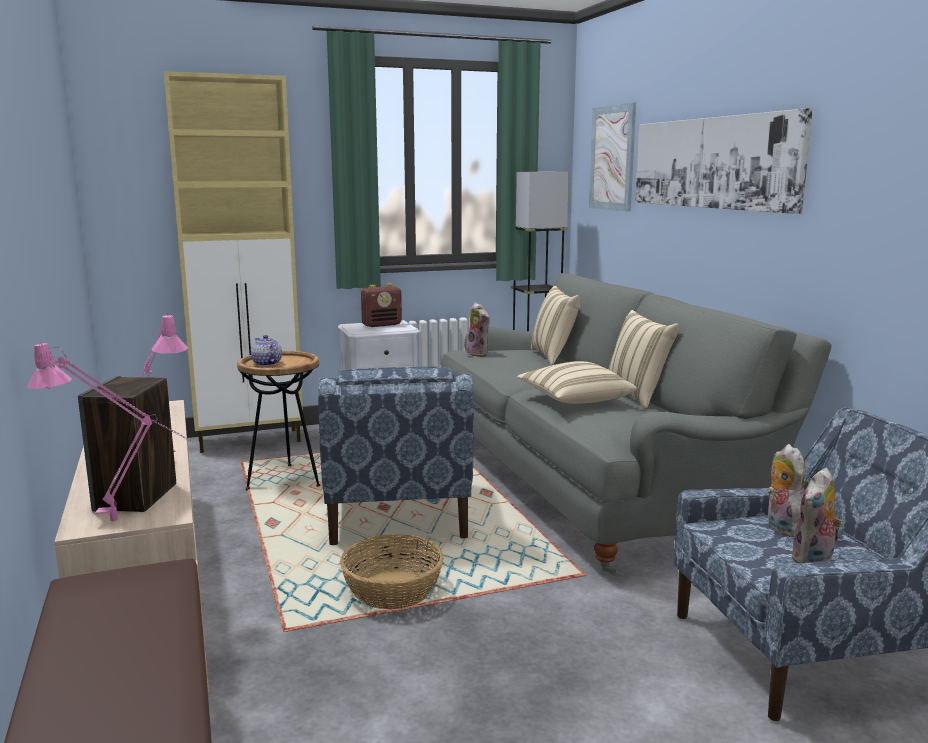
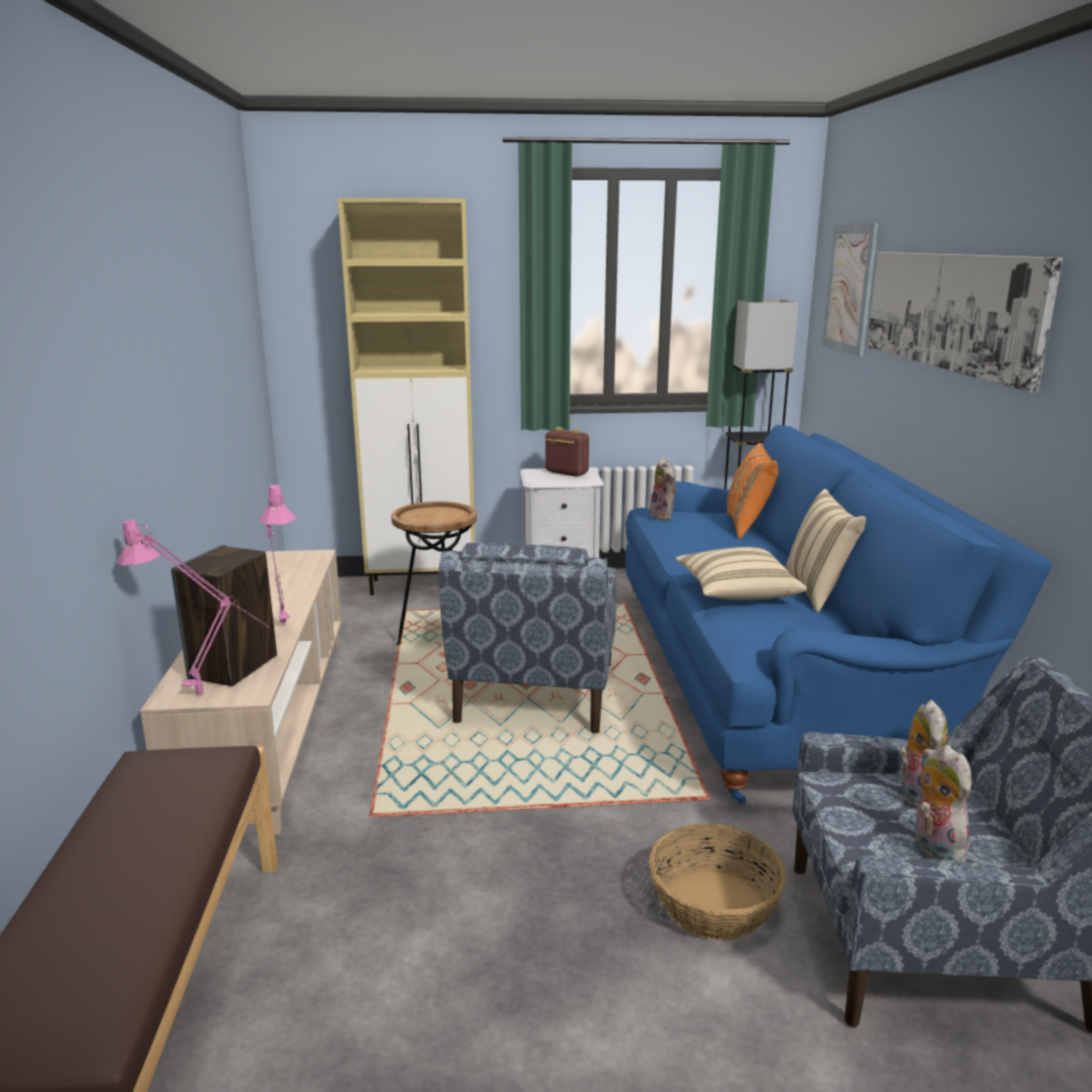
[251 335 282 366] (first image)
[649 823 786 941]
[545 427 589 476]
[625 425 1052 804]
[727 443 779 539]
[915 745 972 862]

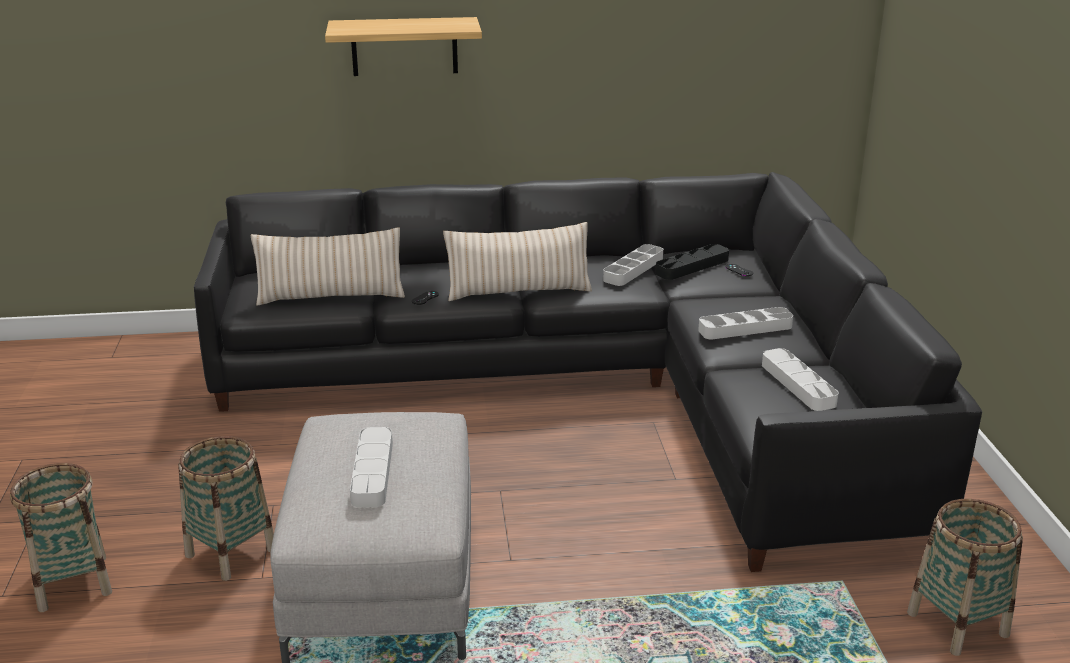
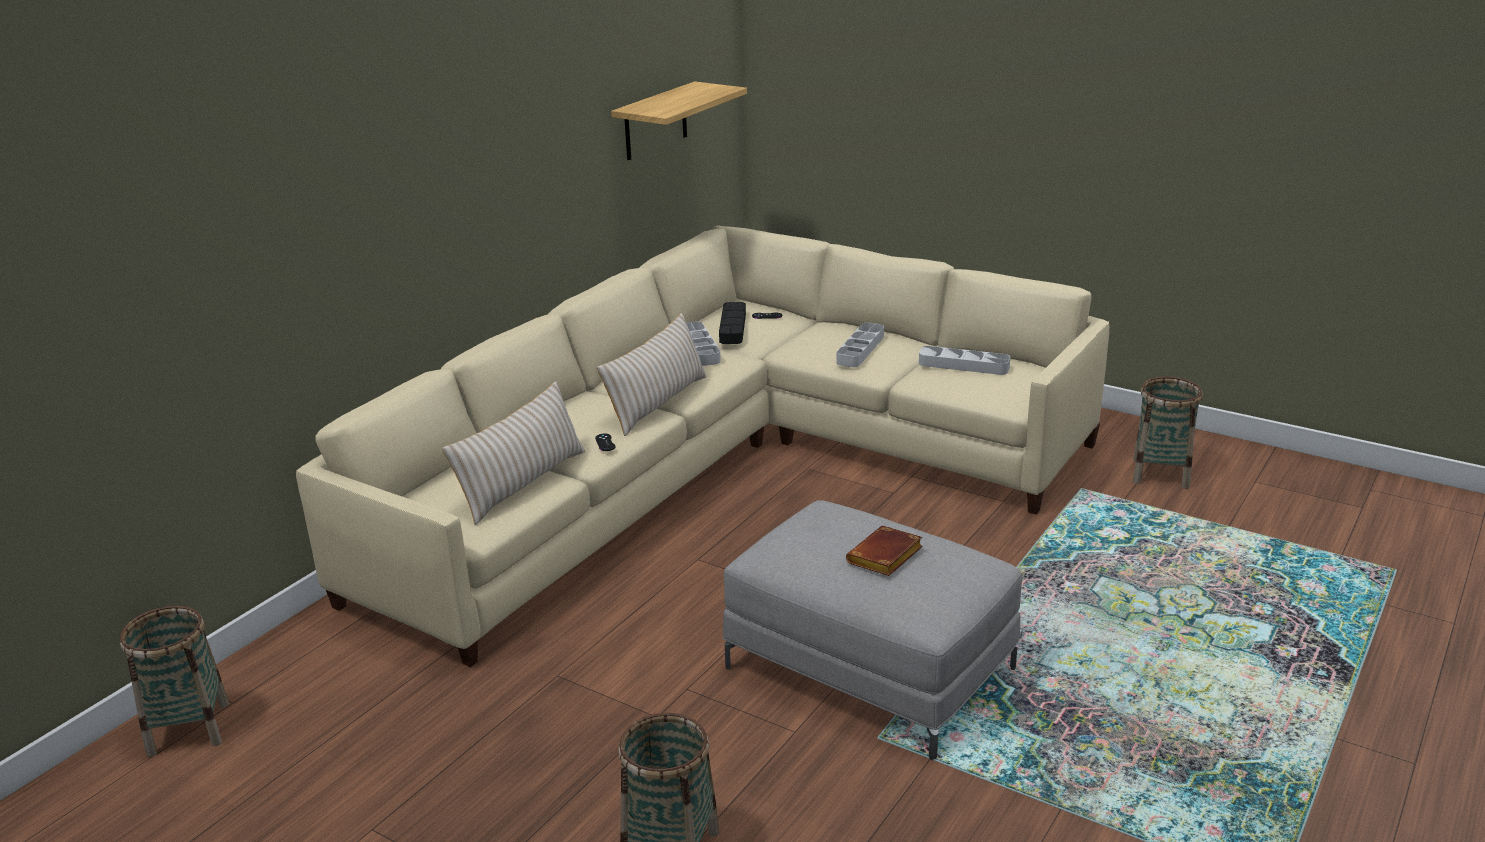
[120 606 229 757]
[296 226 1109 667]
[611 81 747 160]
[846 526 923 576]

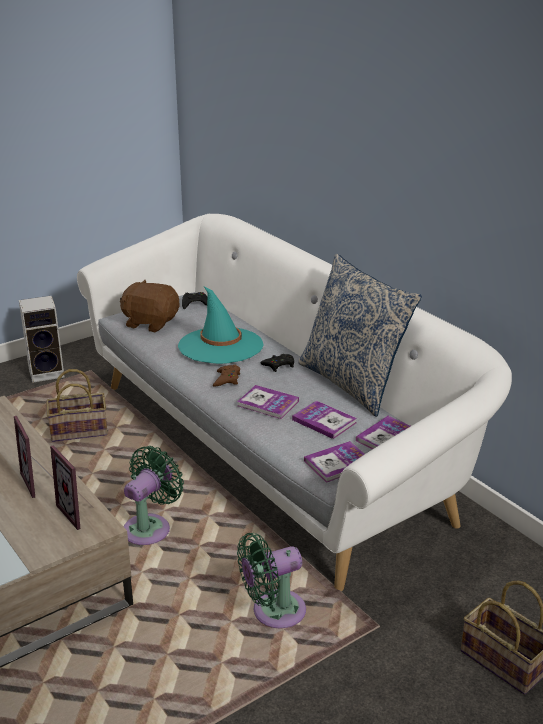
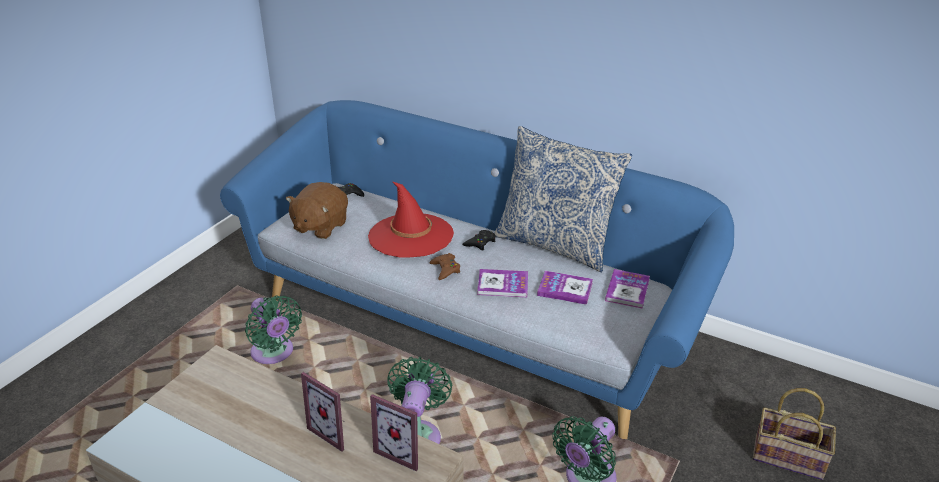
[19 296 64 383] (first image)
[245 295 302 364]
[220 100 734 439]
[286 182 348 239]
[368 181 454 258]
[304 441 365 483] (first image)

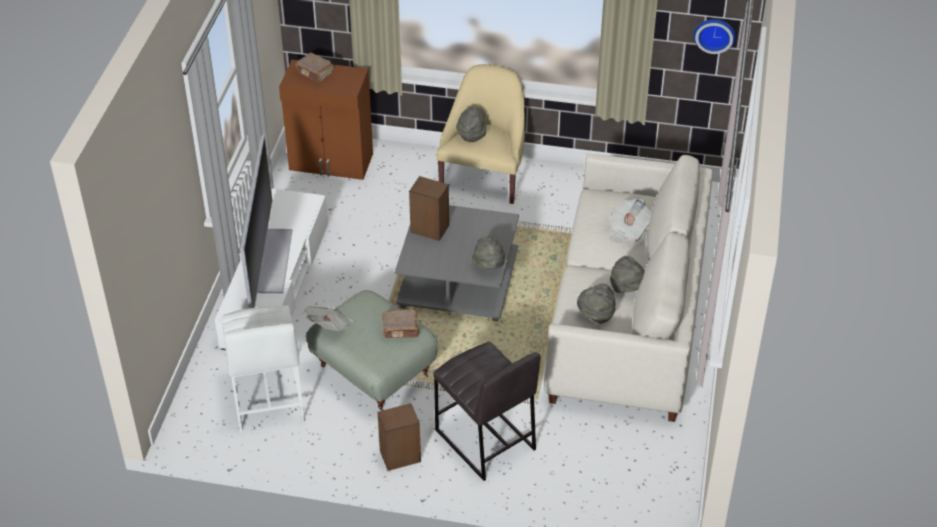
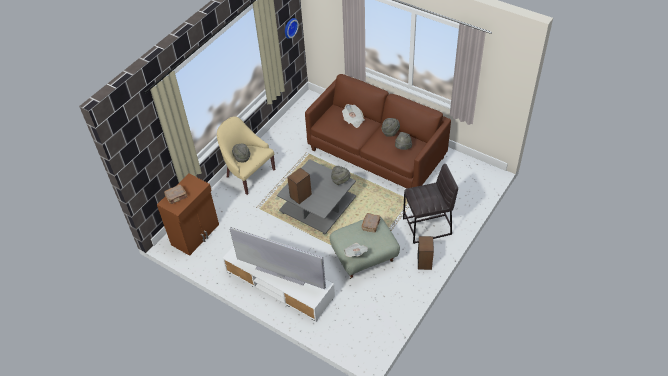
[222 305 305 433] (first image)
[305 74 451 188]

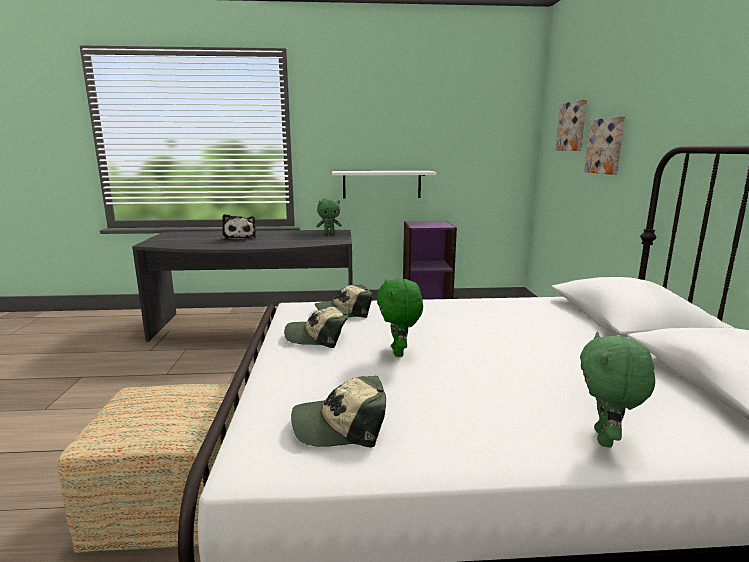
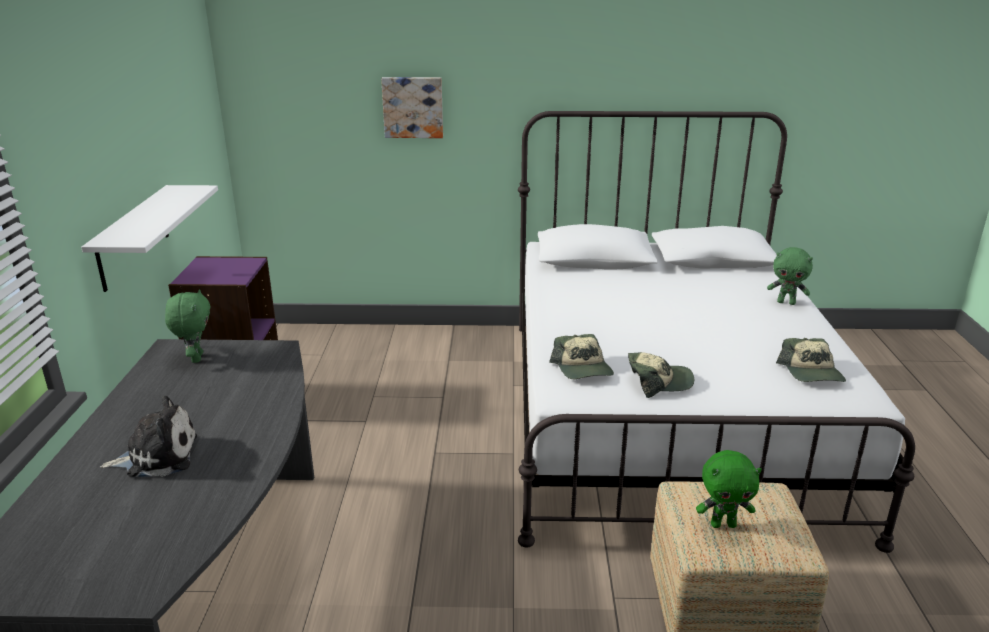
[628 352 694 398]
[696 450 762 528]
[556 99 587 151] (first image)

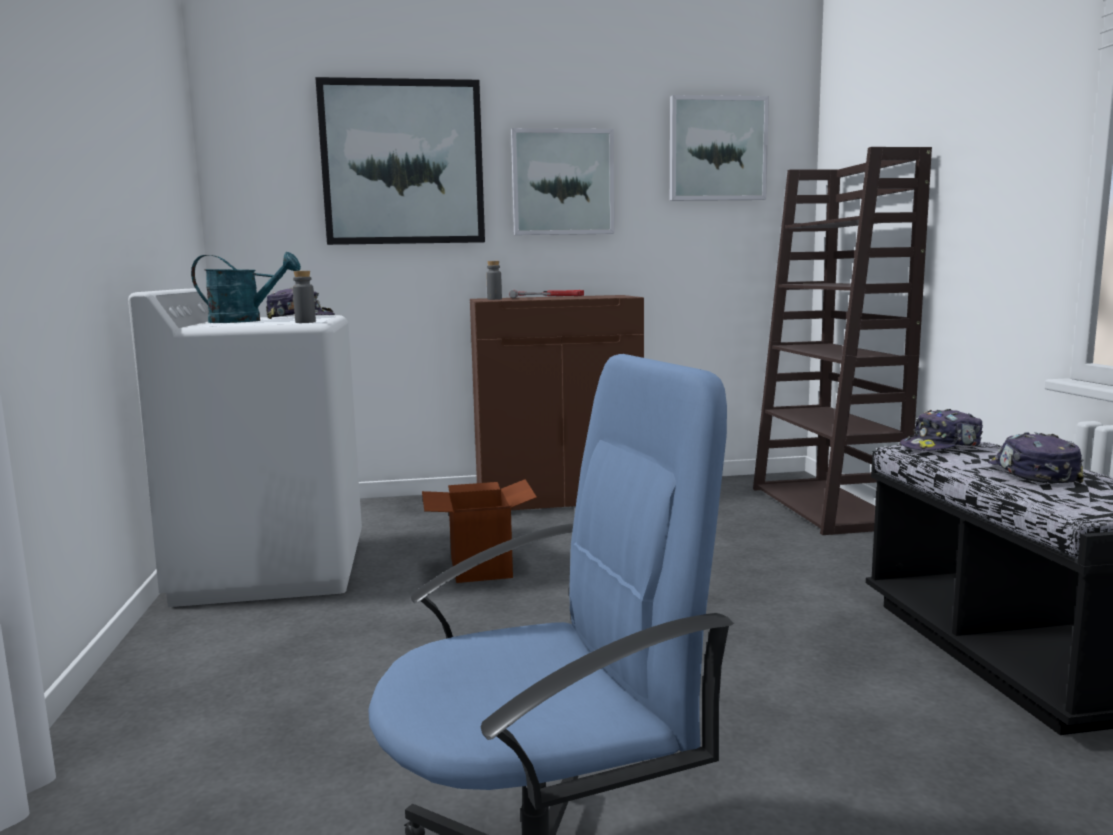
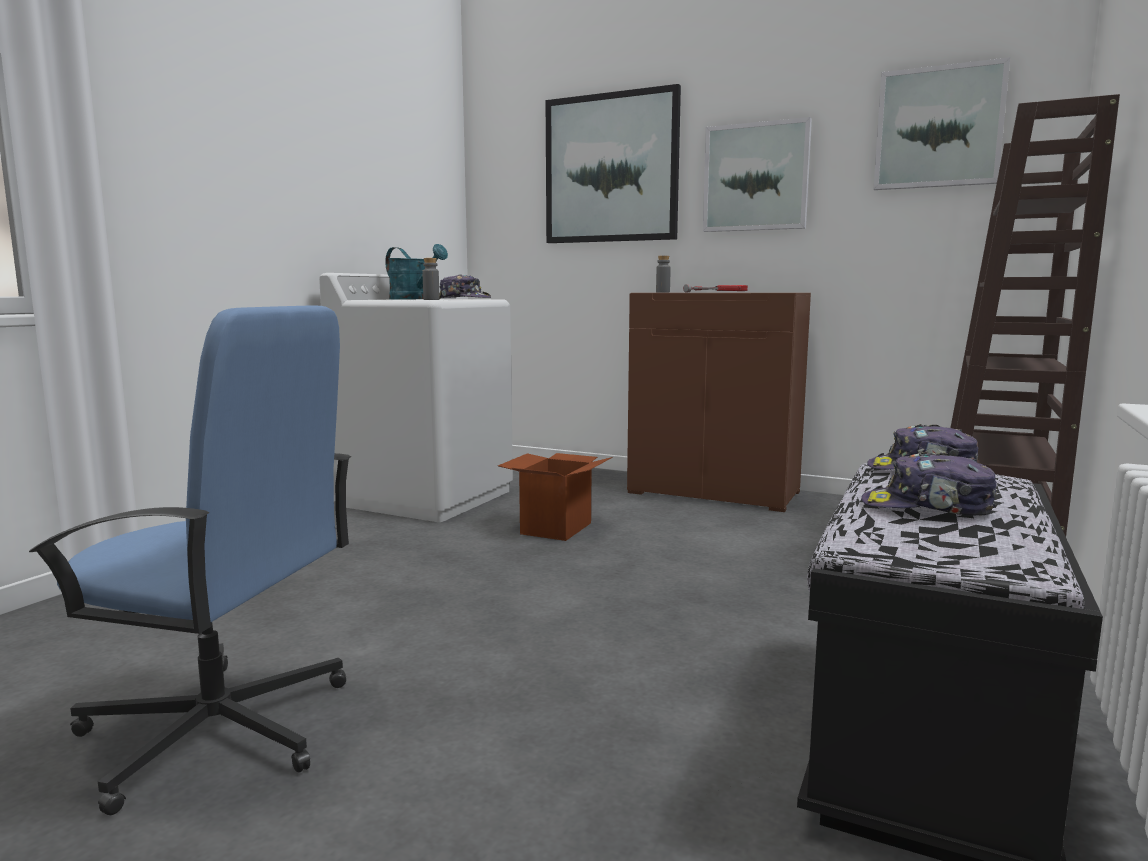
[861 451 997 516]

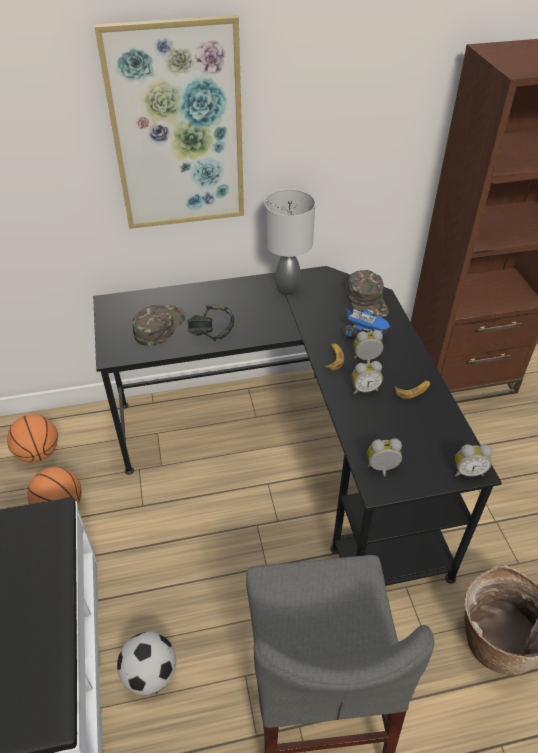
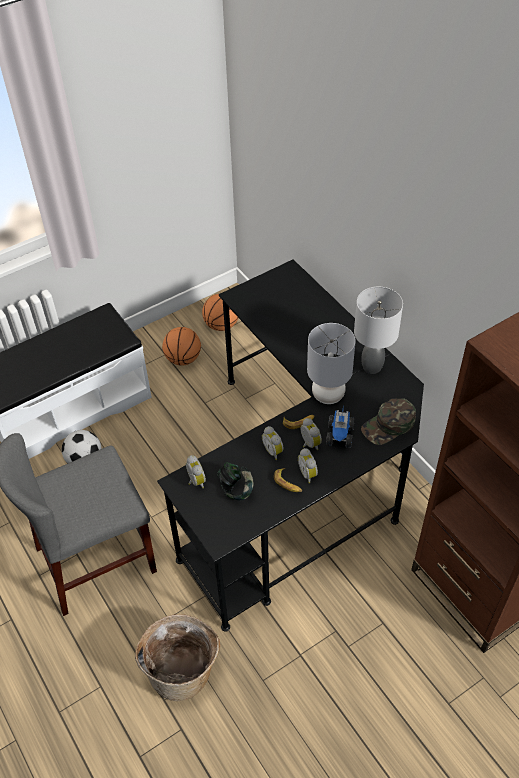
[94 15 244 229] (first image)
[132 305 186 346] (first image)
[217 462 254 500]
[298 448 318 483]
[307 323 356 404]

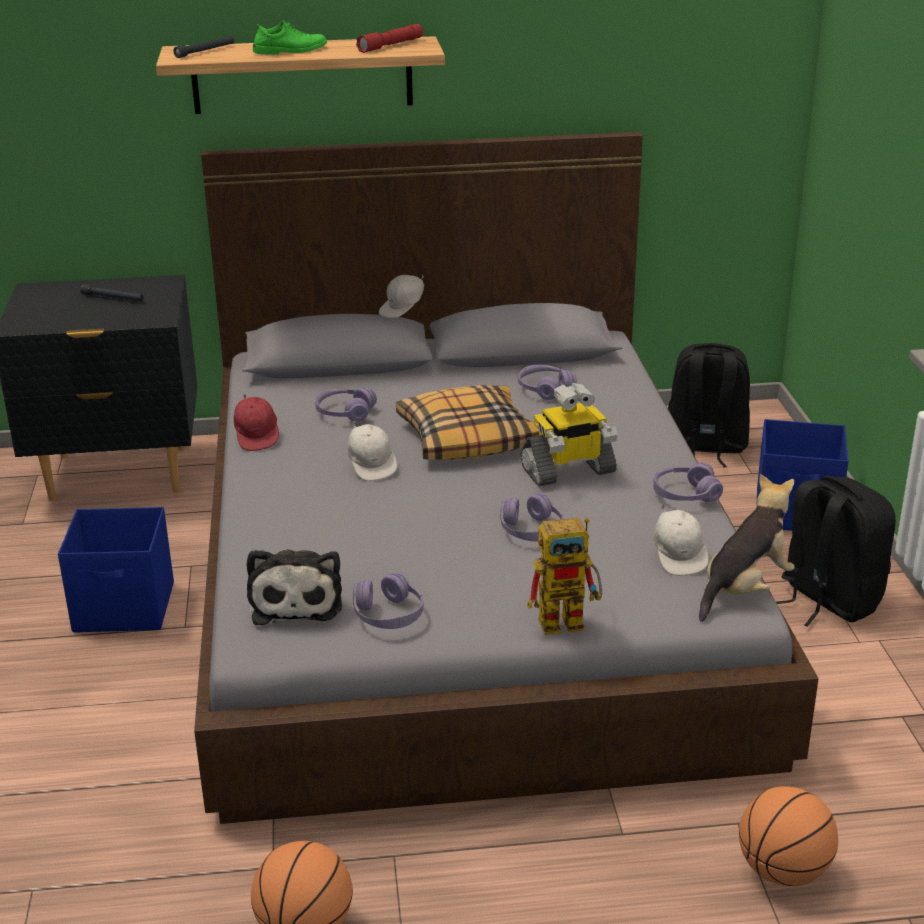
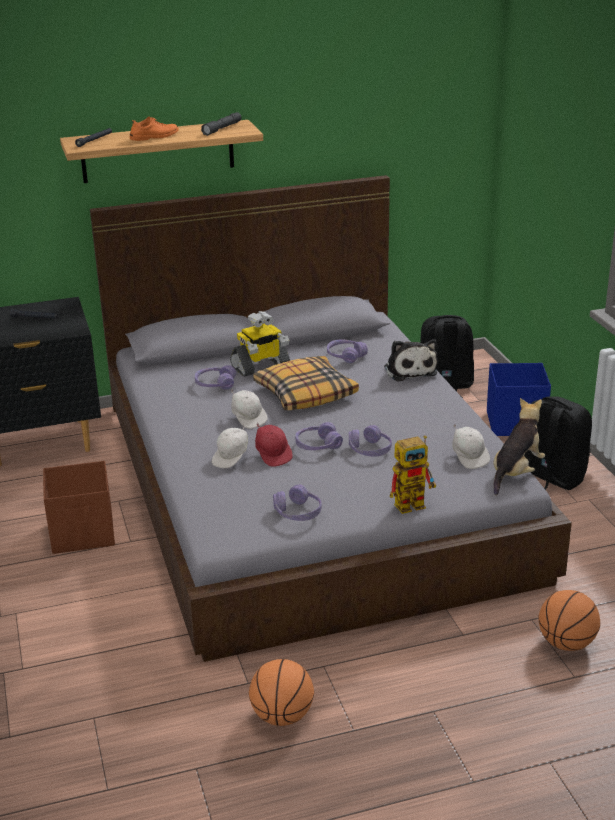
[43 461 115 554]
[255 423 293 467]
[384 339 438 382]
[130 117 179 141]
[201 112 242 136]
[212 424 248 468]
[230 311 290 377]
[295 422 343 450]

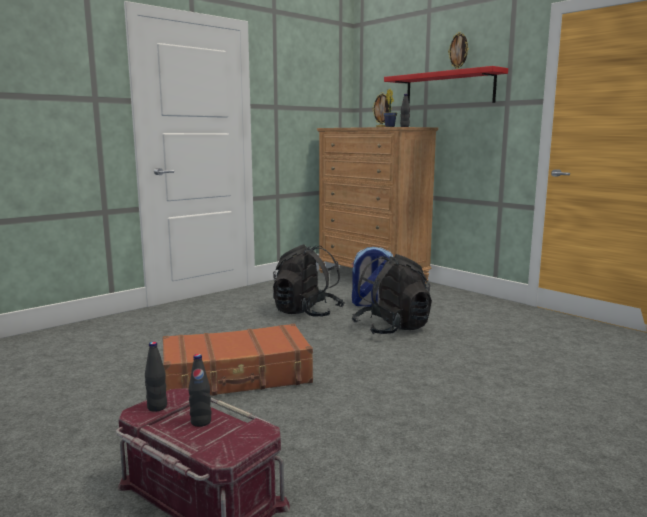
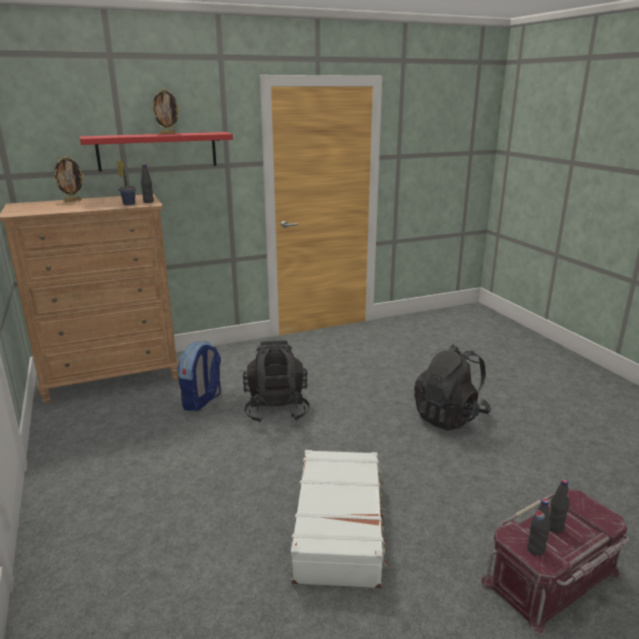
[291 450 389 588]
[414 344 491 431]

